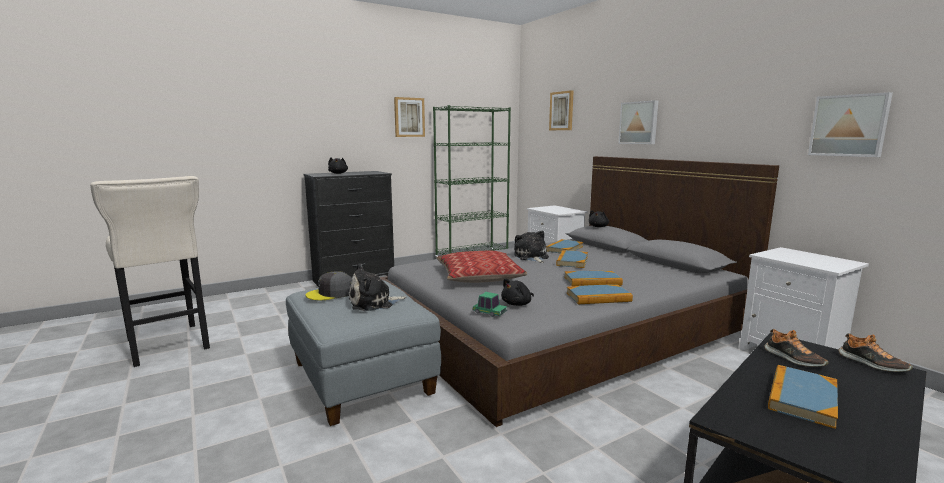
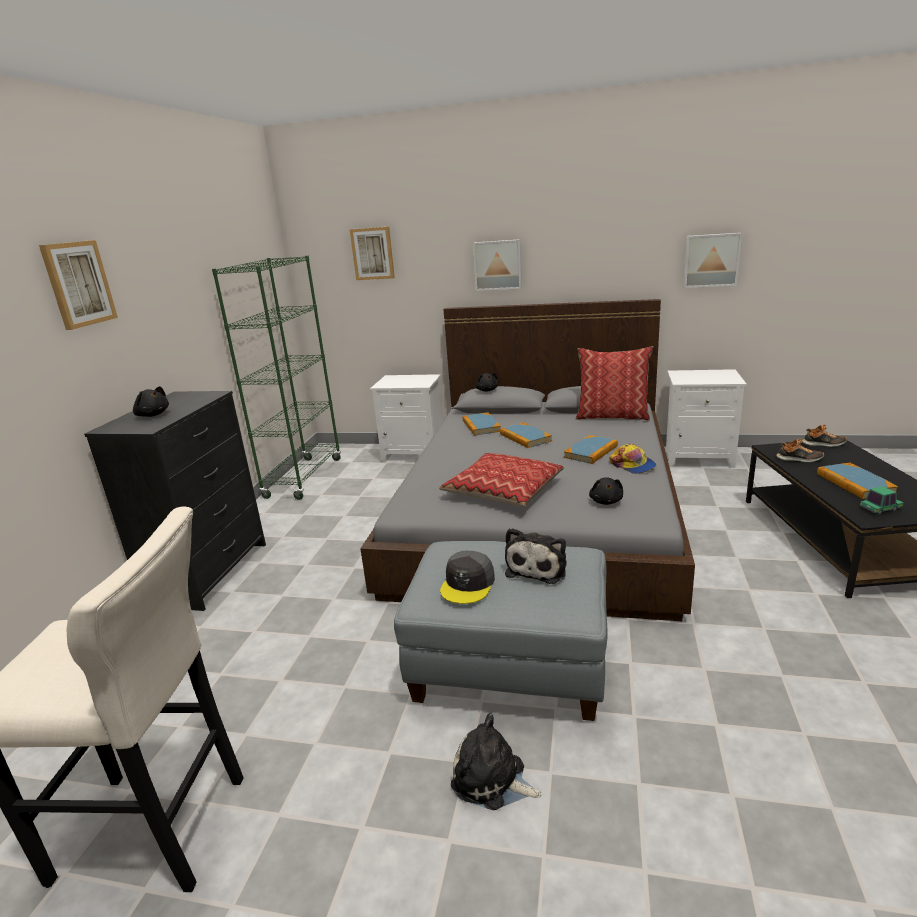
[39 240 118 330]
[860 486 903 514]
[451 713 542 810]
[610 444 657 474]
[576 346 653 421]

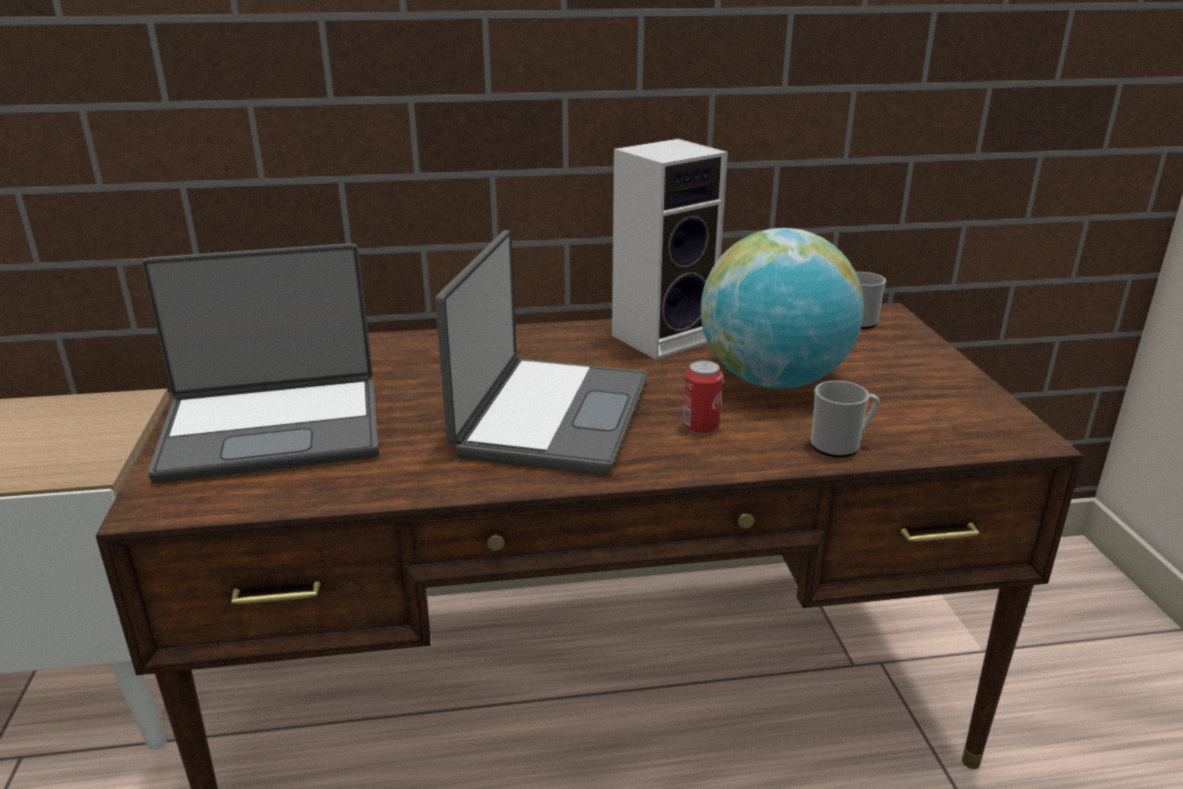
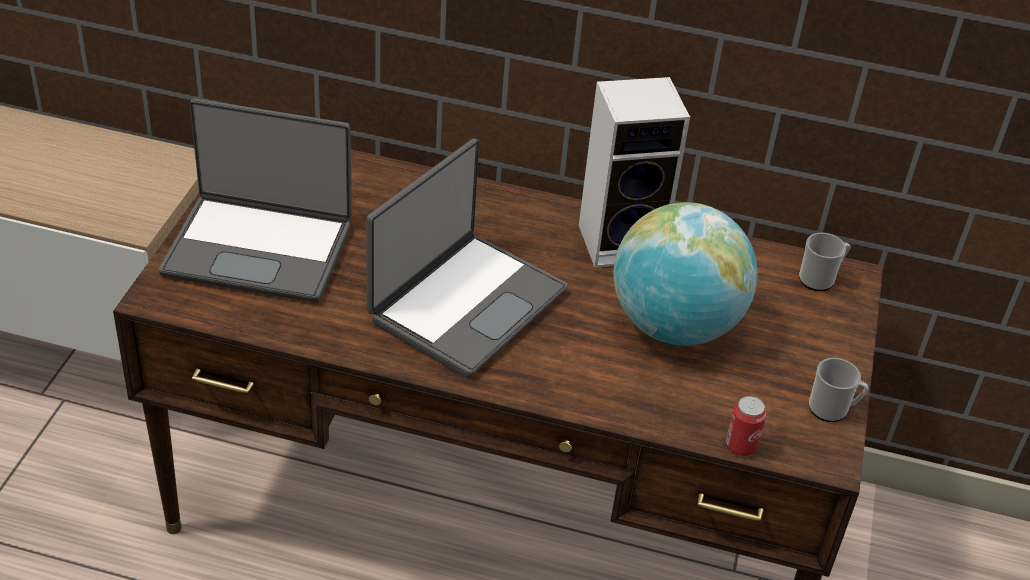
[726 396 767 456]
[808 358 869 422]

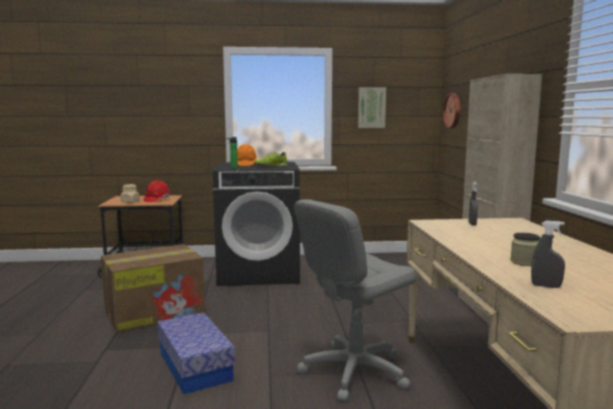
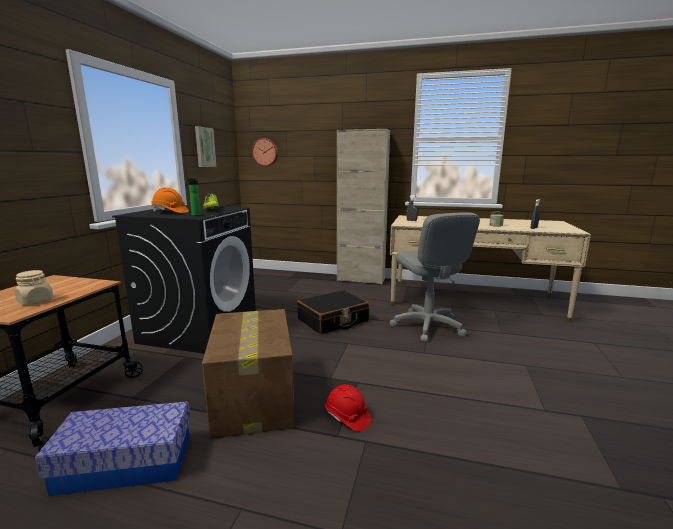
[325 384 372 432]
[35 401 191 496]
[297 290 369 334]

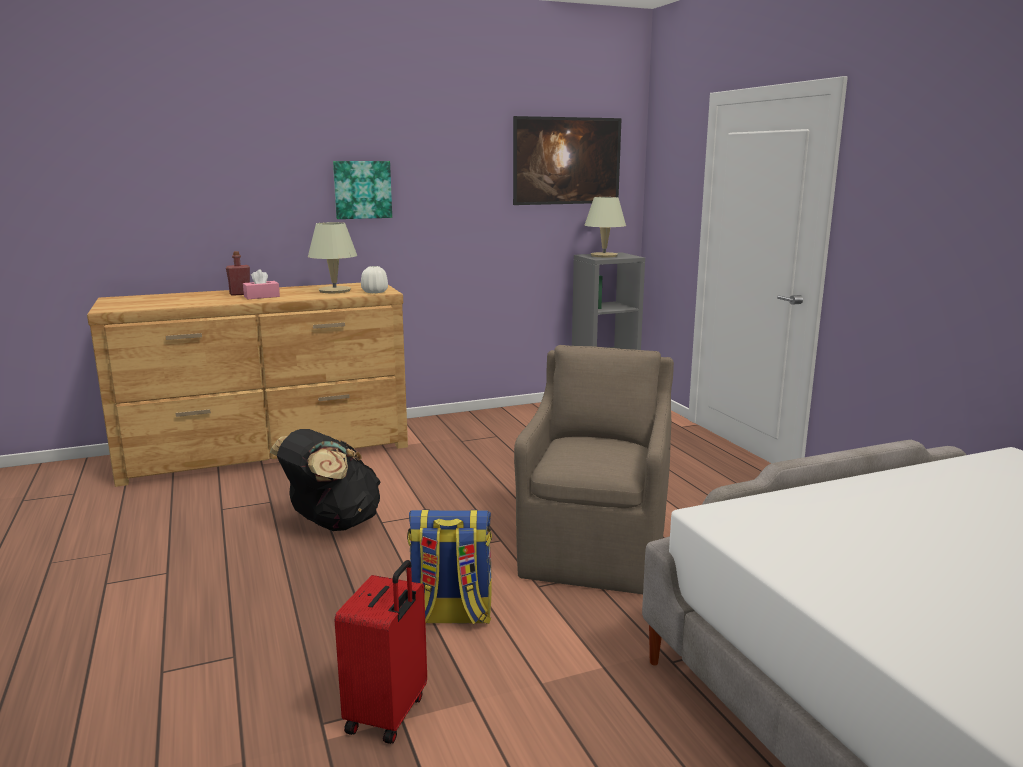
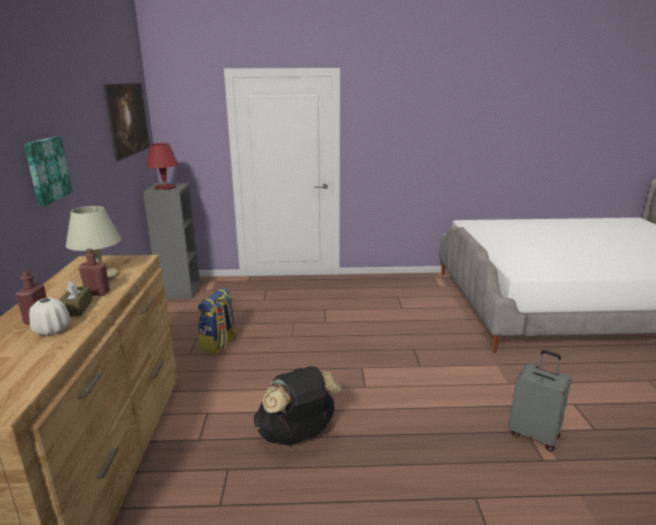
[60 280 92 317]
[509 350 571 452]
[29 298 70 336]
[198 288 237 354]
[514 345 674 594] (first image)
[146 143 178 190]
[79 249 110 296]

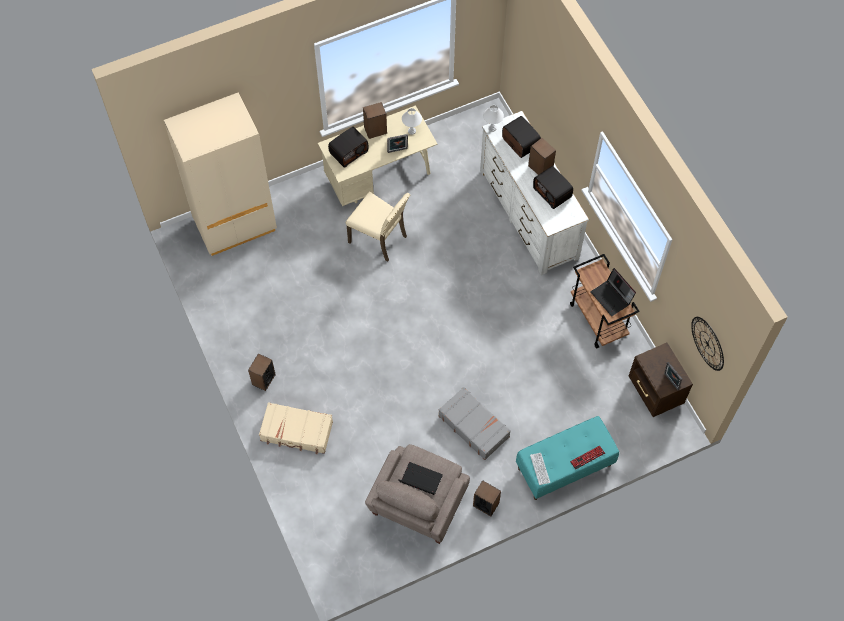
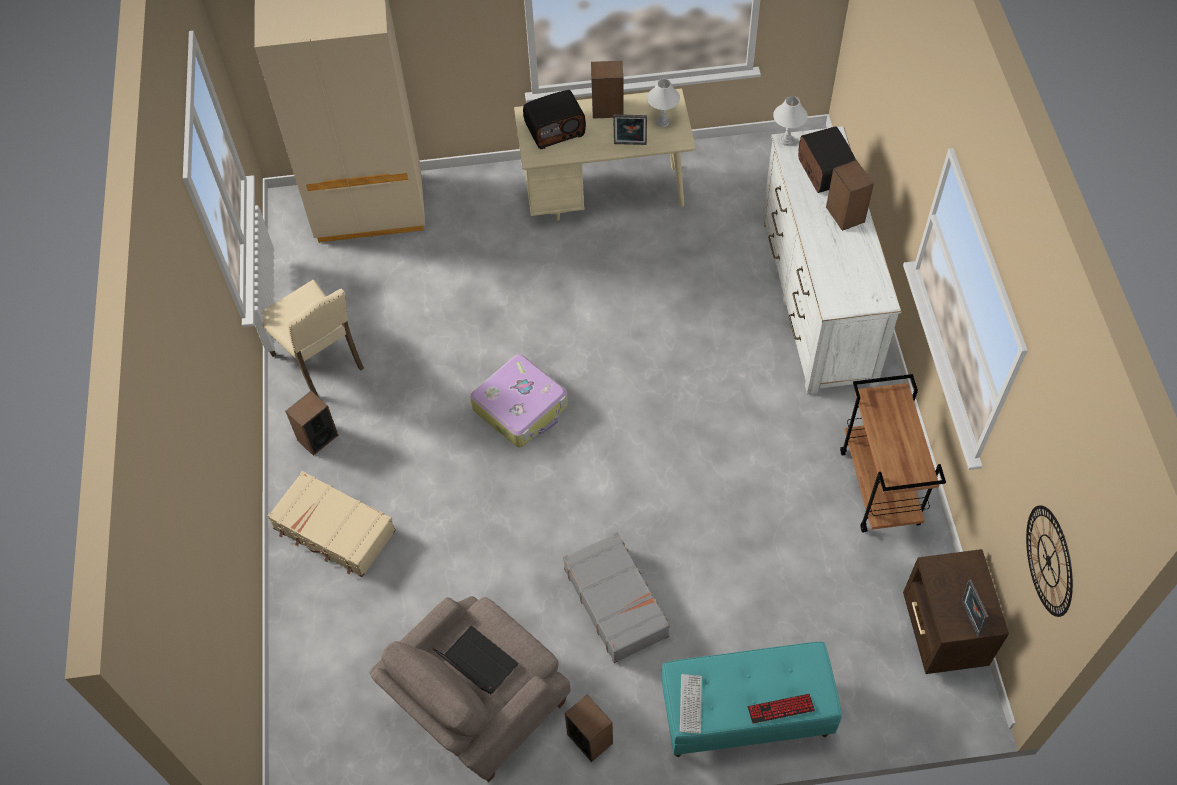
[261 279 364 397]
[533 166 573 209] (first image)
[590 268 636 316] (first image)
[470 354 568 447]

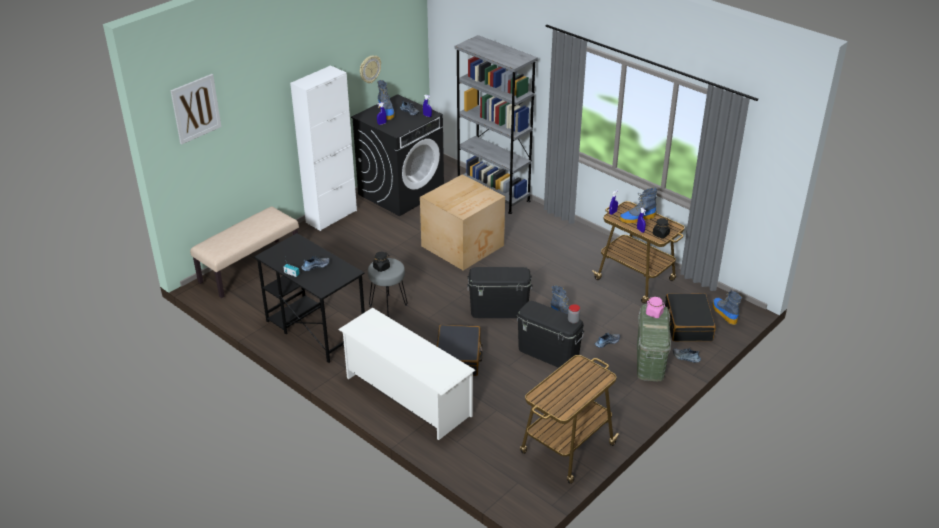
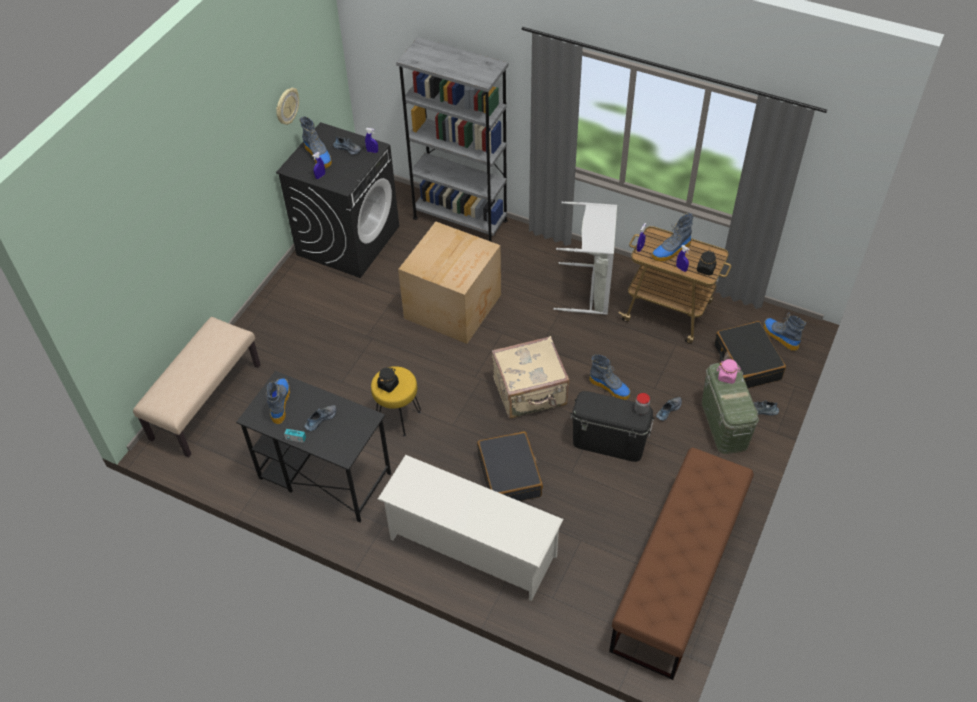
[170 74 221 145] (first image)
[290 65 357 231] (first image)
[371 366 421 437]
[492 336 570 419]
[609 447 754 680]
[266 378 290 424]
[553 201 617 315]

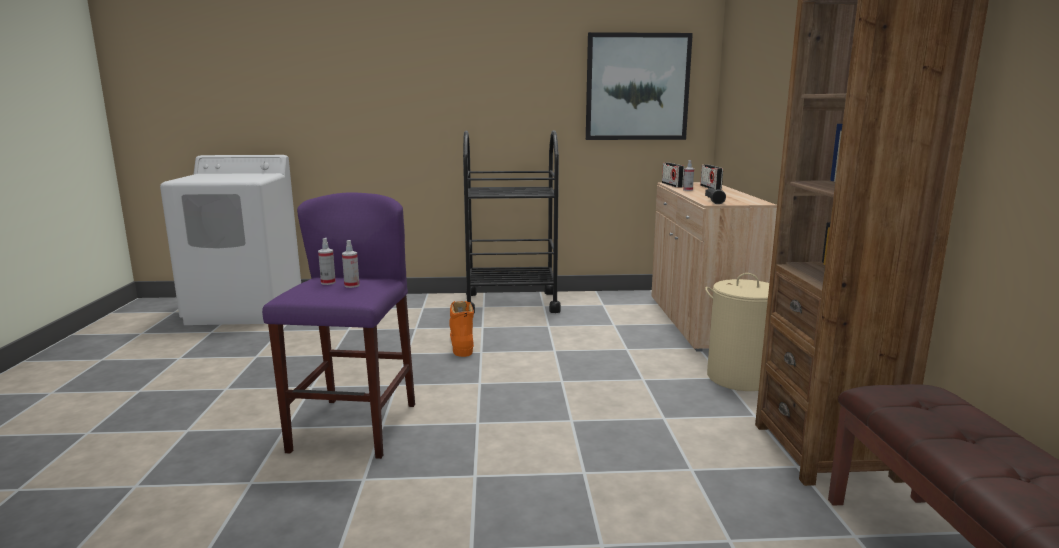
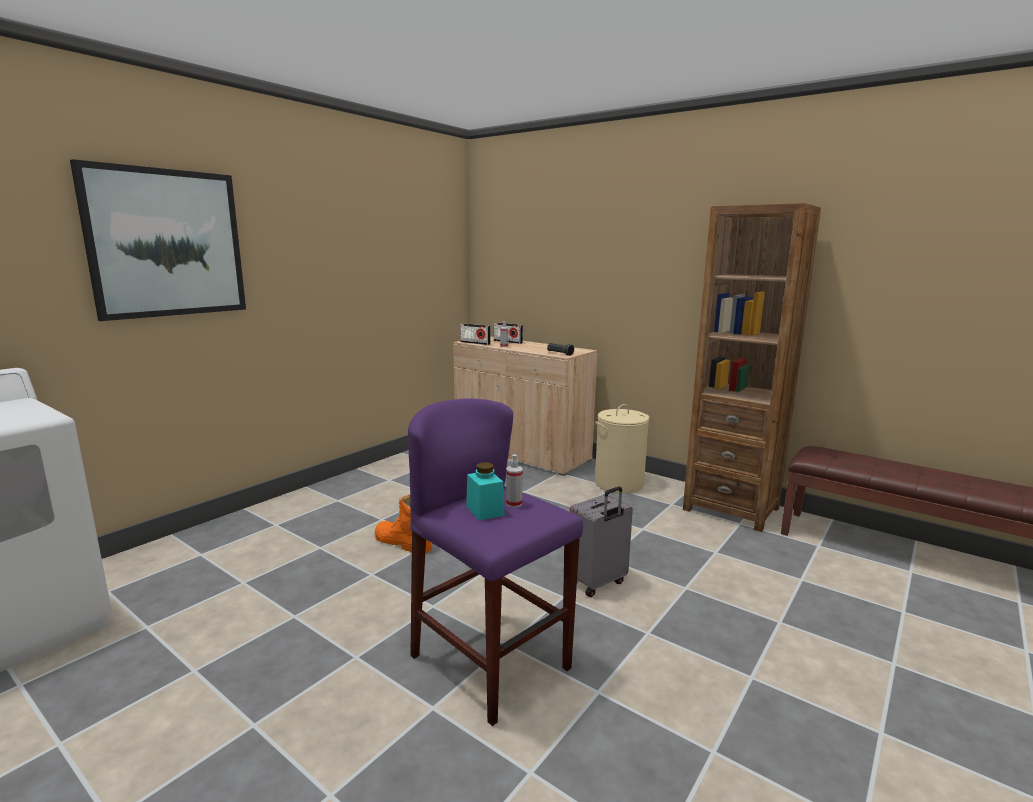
[466 463 505 520]
[463 130 561 313] (first image)
[70 159 246 321]
[569 486 633 597]

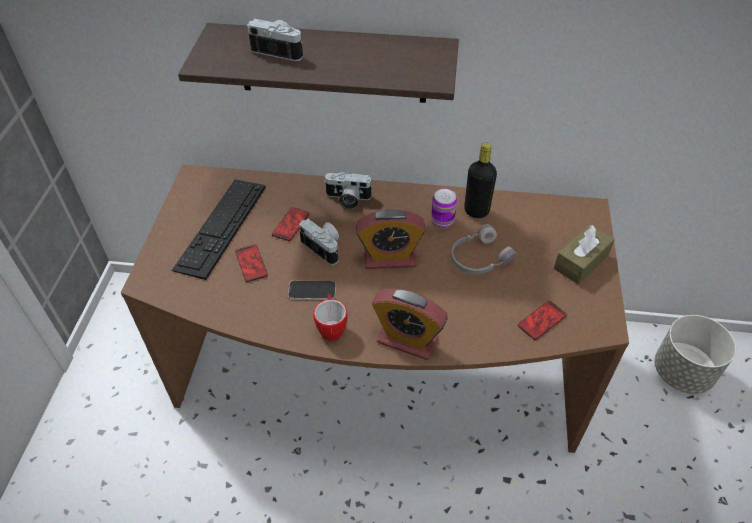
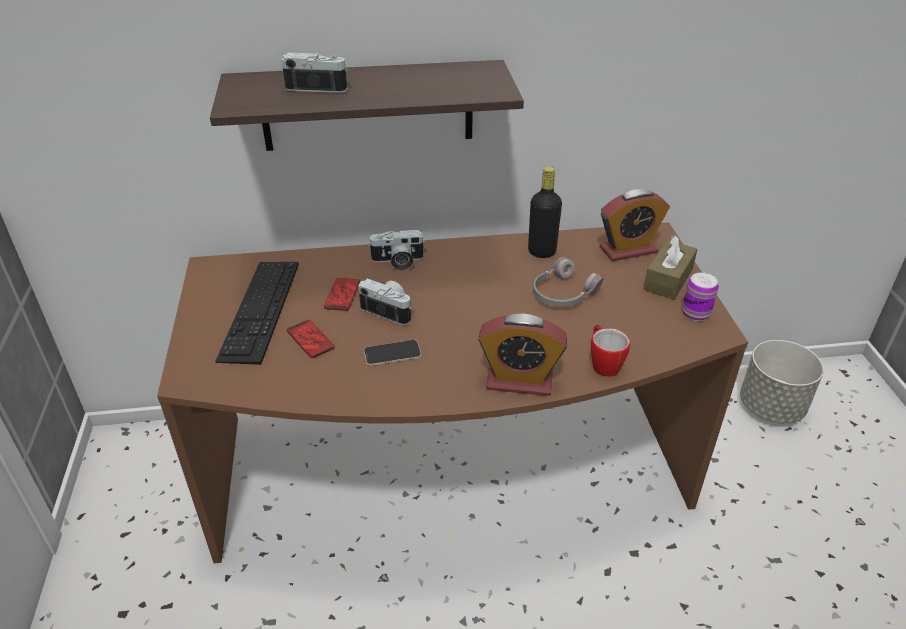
[591 325 630 377]
[599 189 670 261]
[682 272 719 321]
[518 301 567 340] (first image)

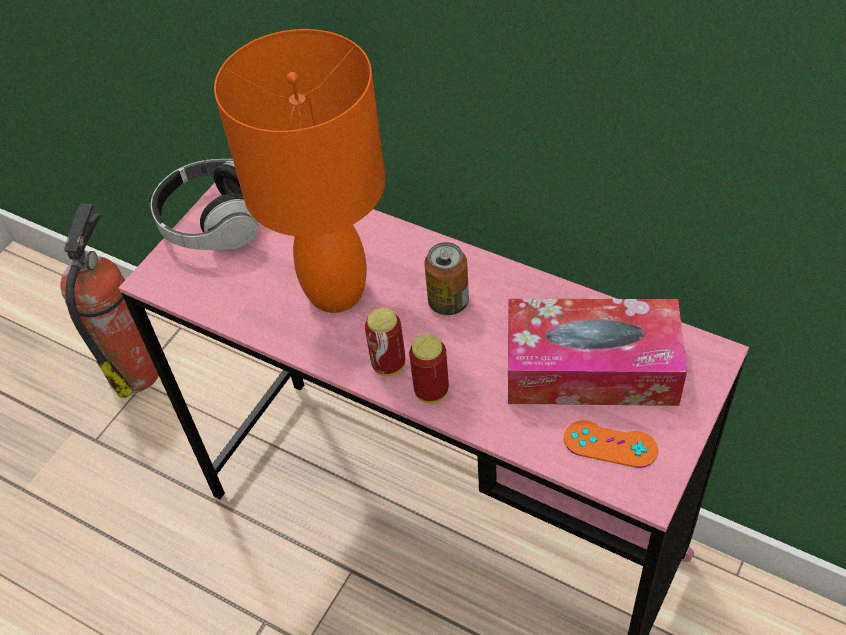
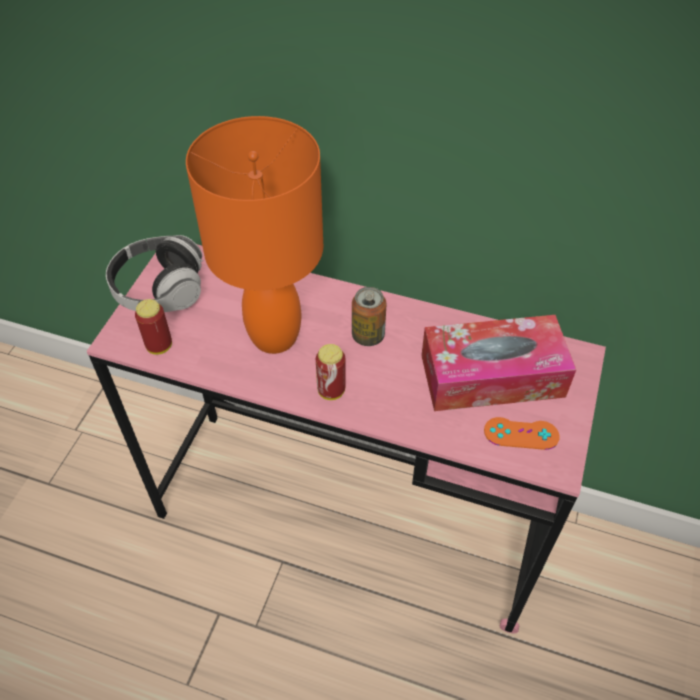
[60 204 159 398] (first image)
[135 299 172 355]

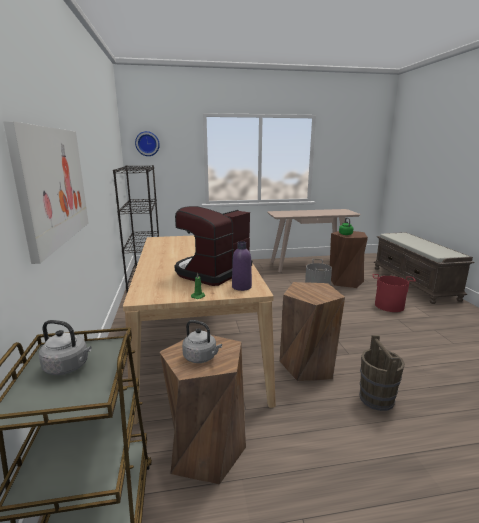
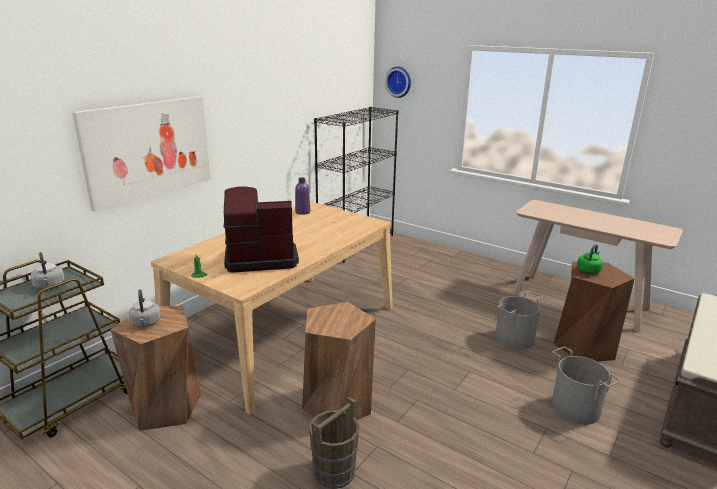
[295 177 310 215]
[551 346 620 425]

